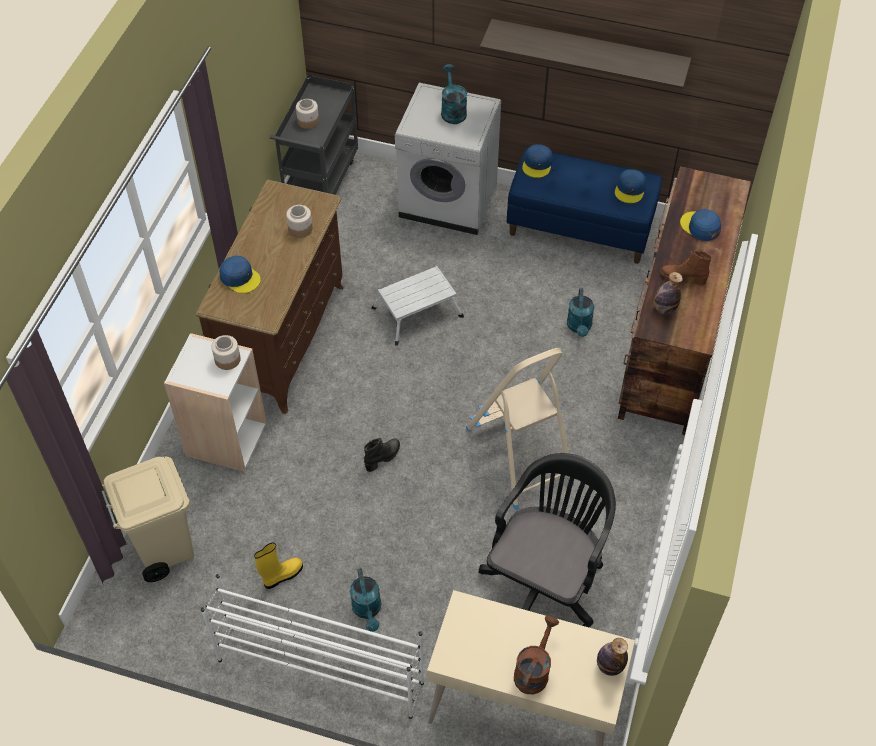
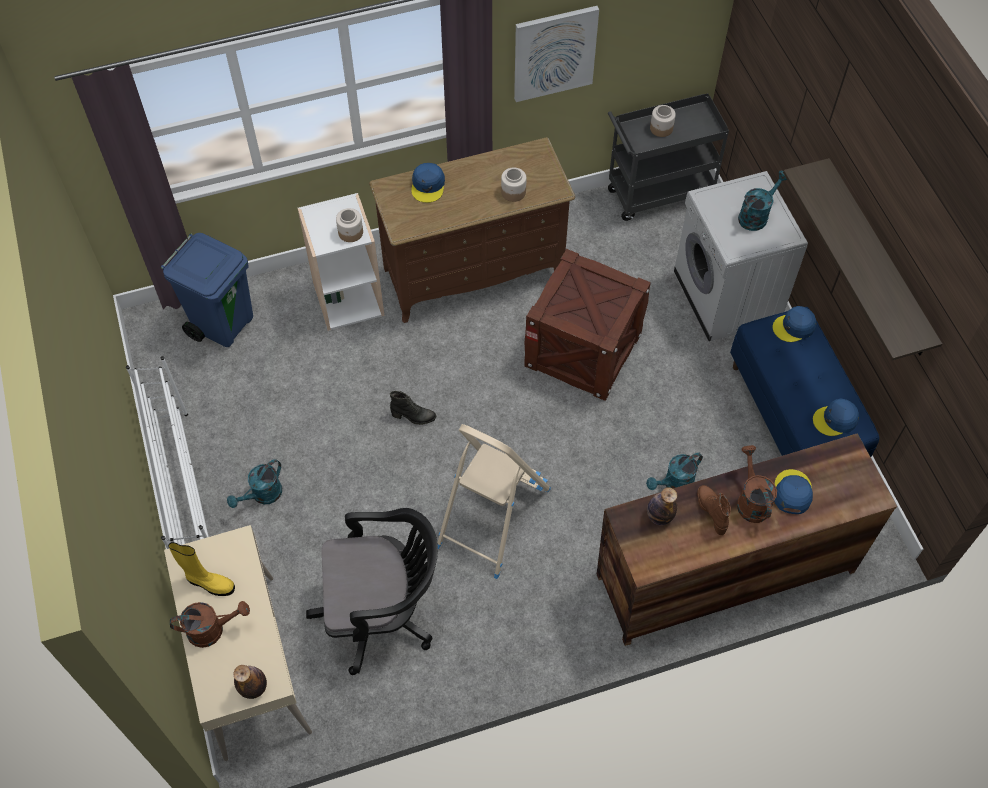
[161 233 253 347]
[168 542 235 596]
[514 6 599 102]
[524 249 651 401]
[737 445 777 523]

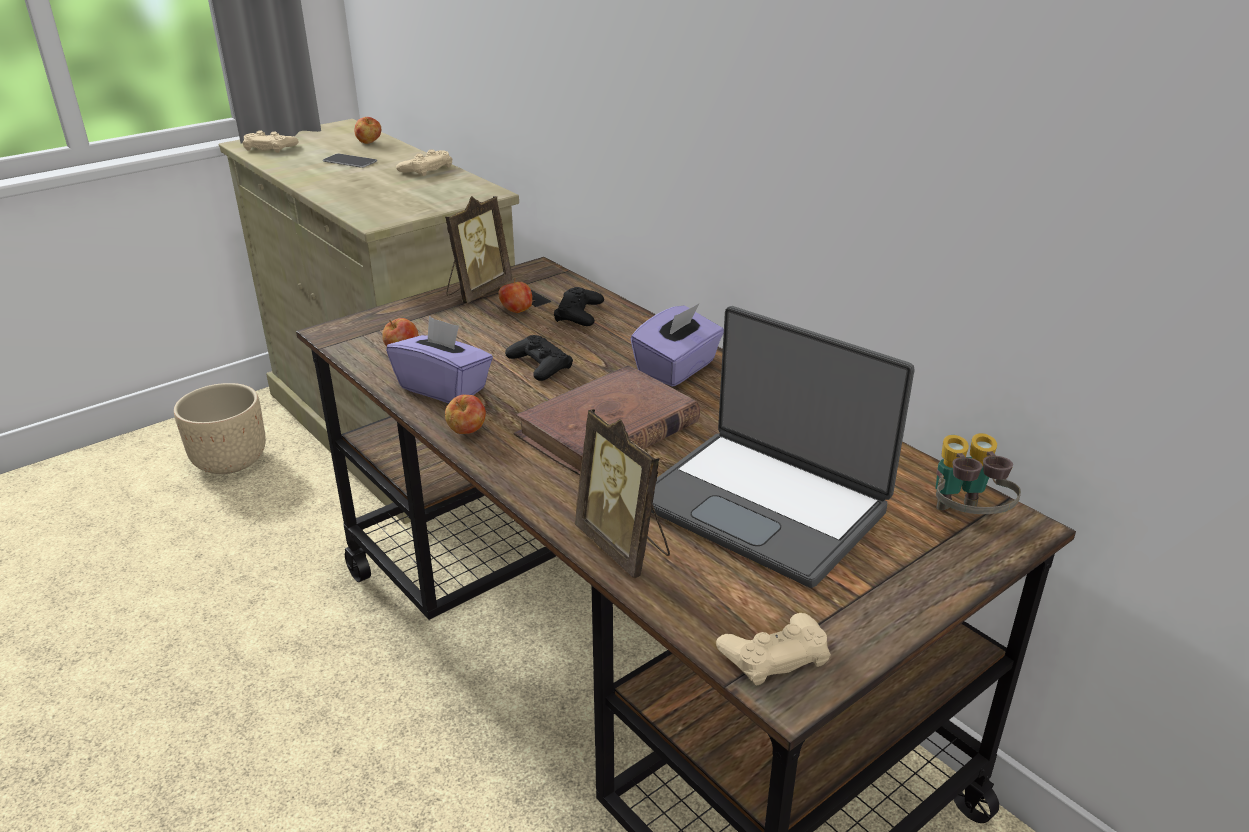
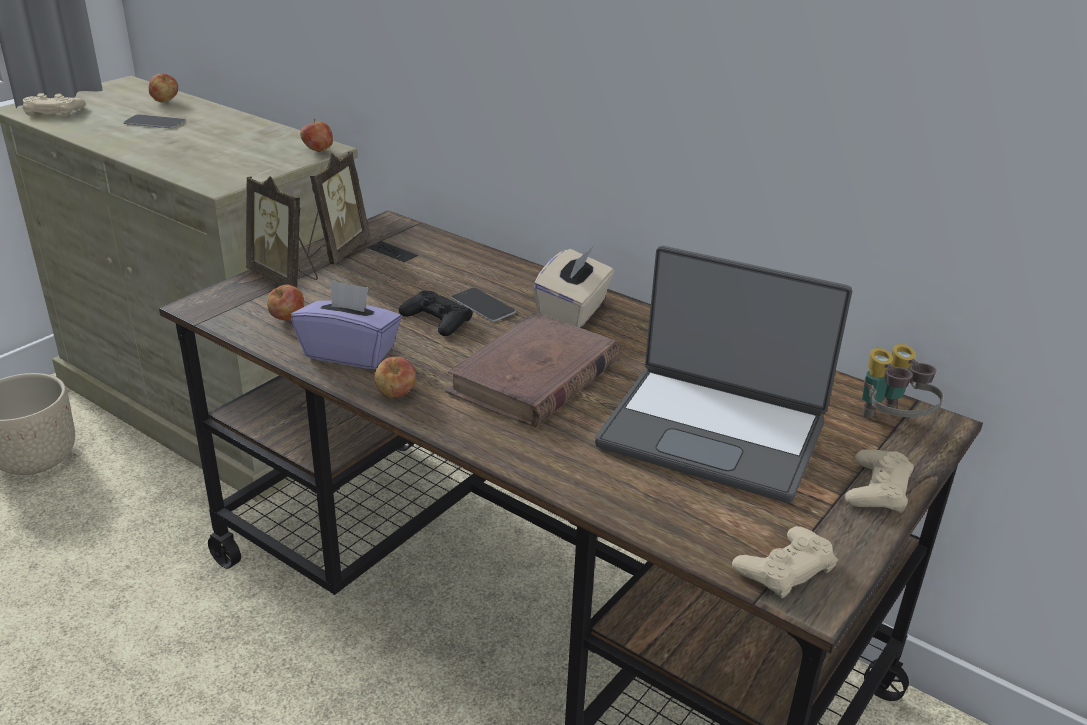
[246 176 318 288]
[300 119 333 152]
[451 288 516 322]
[533 247 614 328]
[845 449 914 513]
[554 287 604 326] (first image)

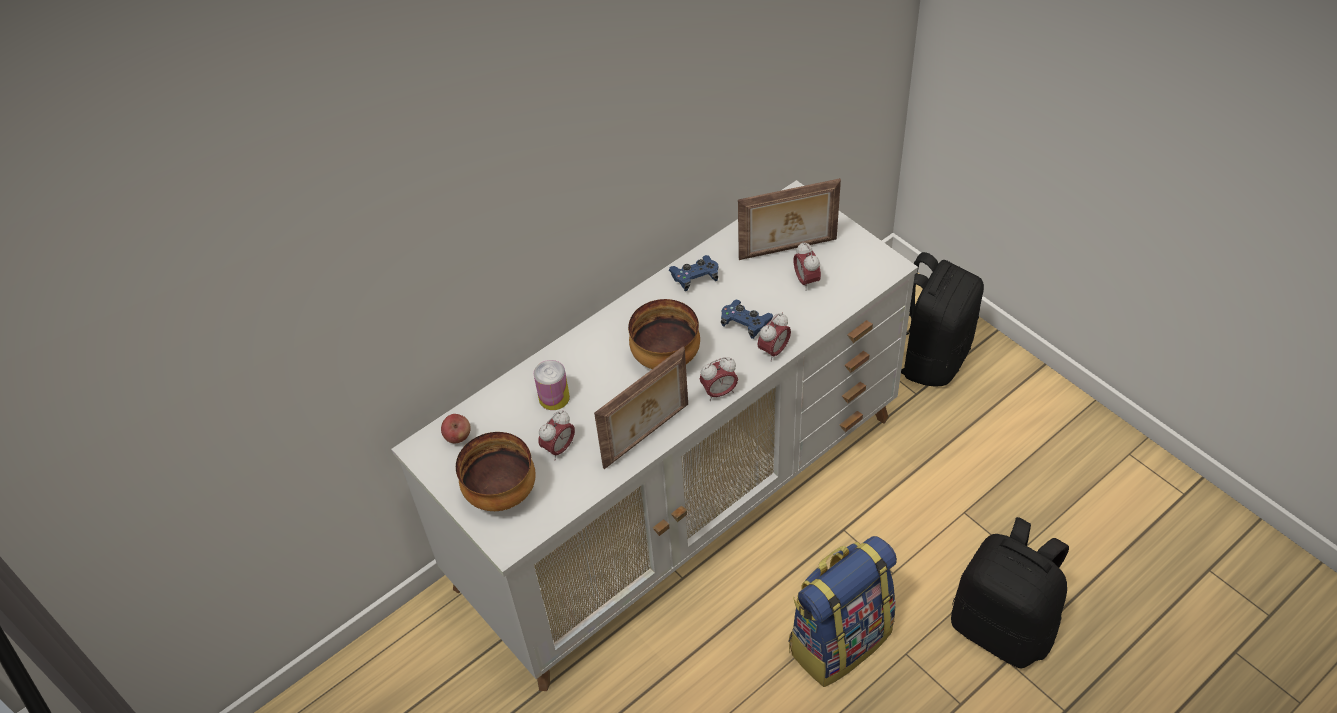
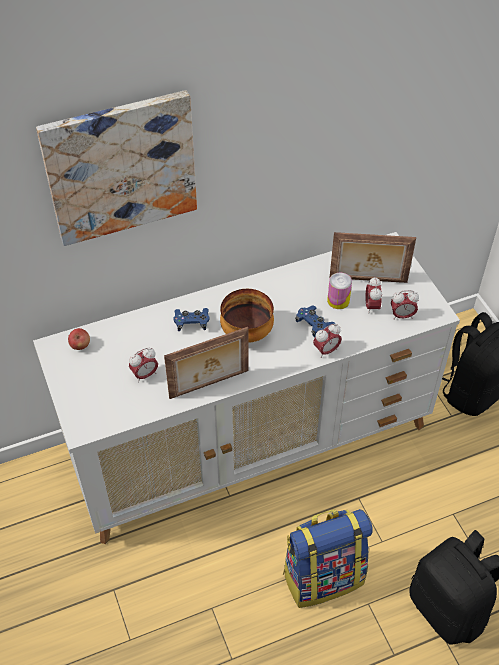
[36 90 197 246]
[174 308 209 331]
[327 273 352 309]
[391 290 419 320]
[456 432 535 511] (first image)

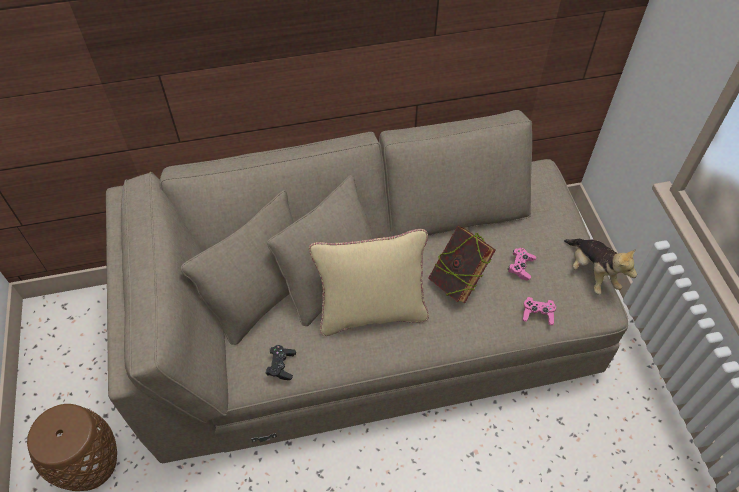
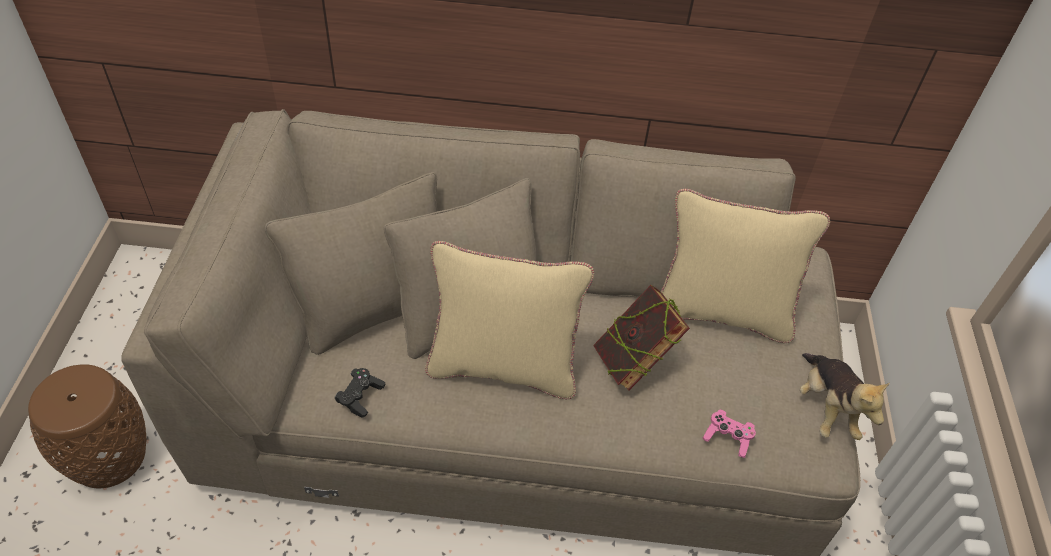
[661 189 830 343]
[508 248 536 281] (first image)

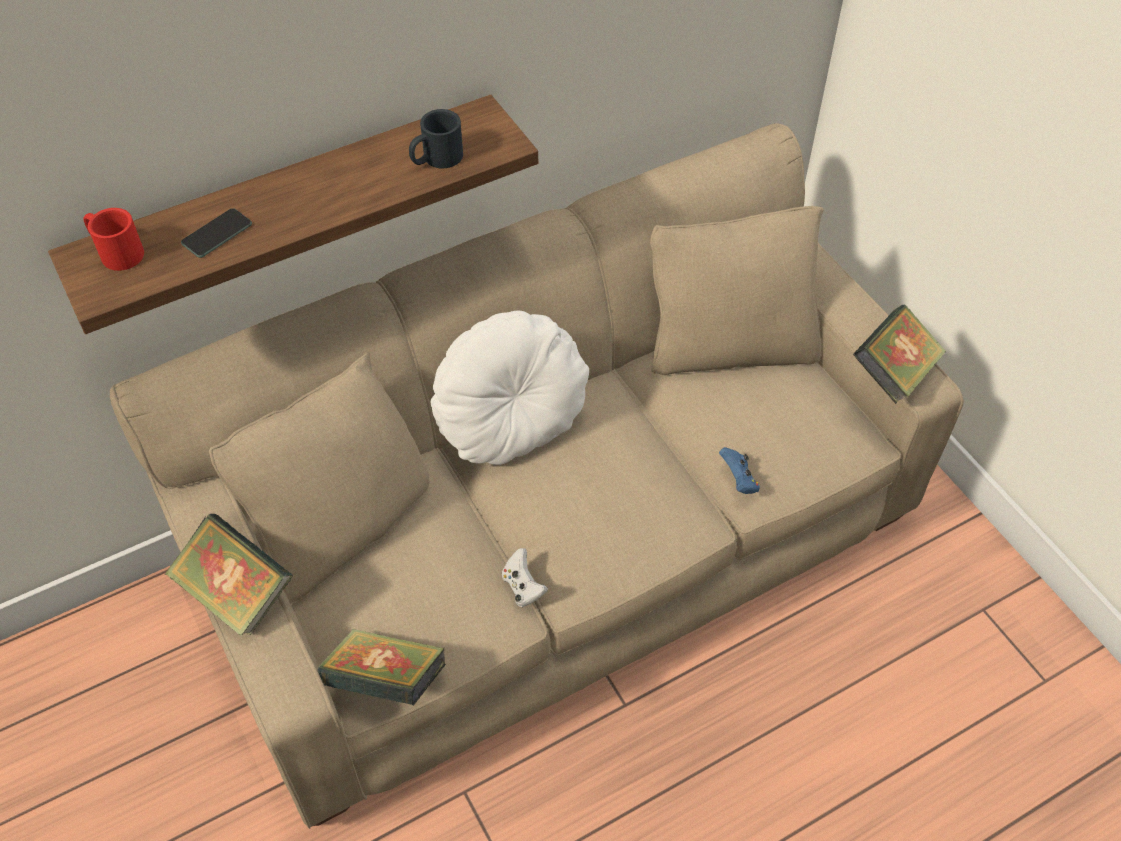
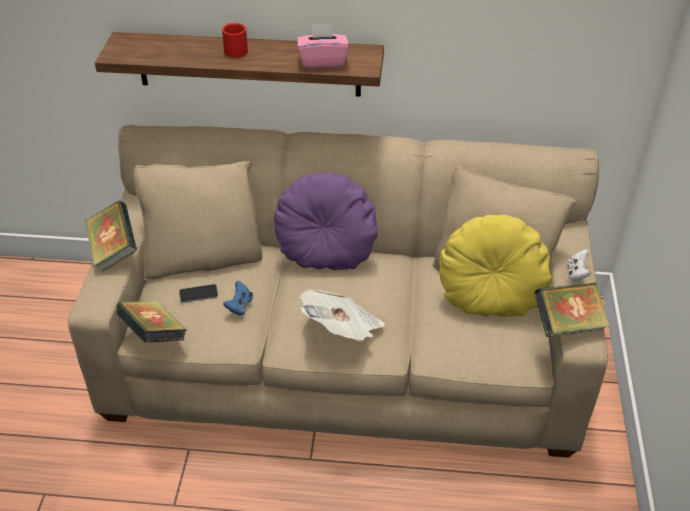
[179 284 218 303]
[222 23 248 58]
[223 281 253 316]
[274 172 377 270]
[297 24 349 68]
[300 289 385 341]
[439 215 552 317]
[567 249 591 281]

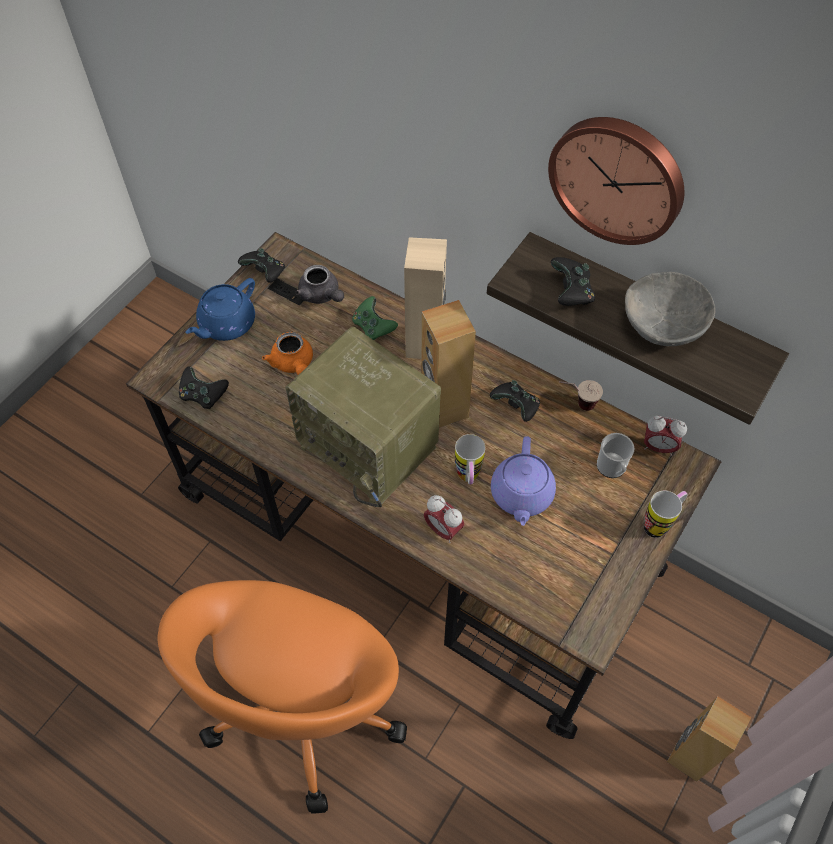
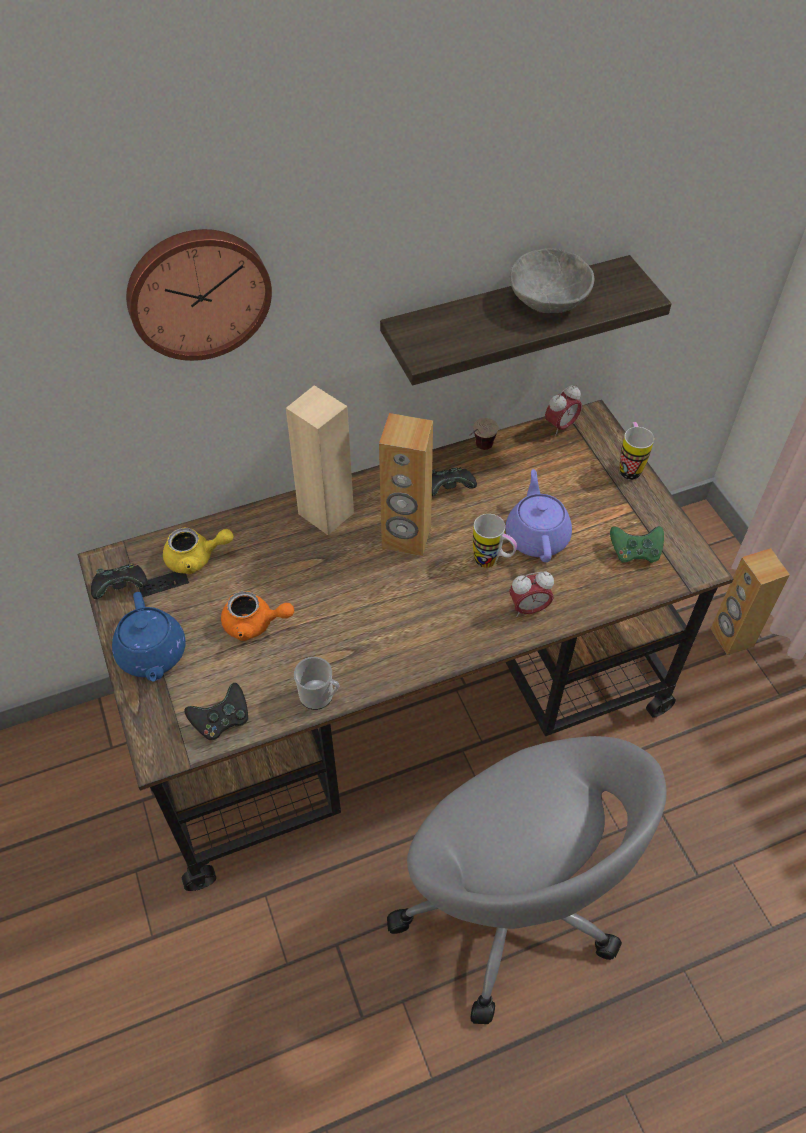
[126 229 272 361]
[163 528 234 574]
[294 657 339 710]
[387 736 667 1024]
[505 469 572 562]
[610 526 664 563]
[285 327 441 507] (first image)
[551 257 595 306] (first image)

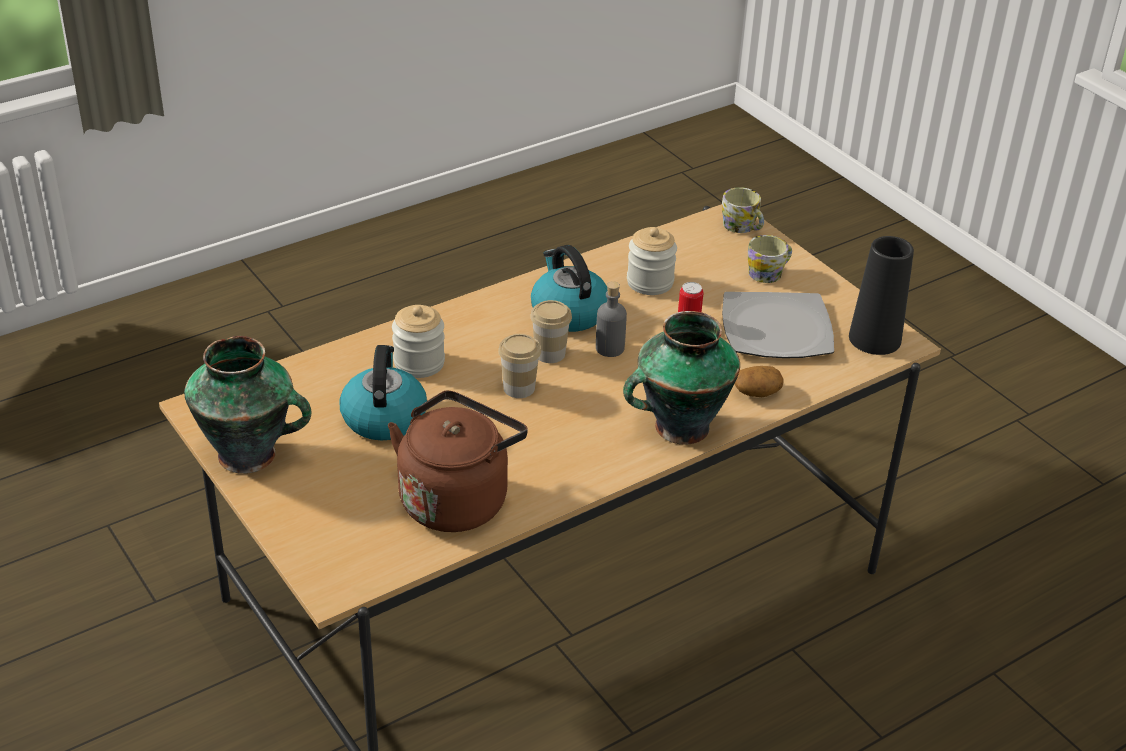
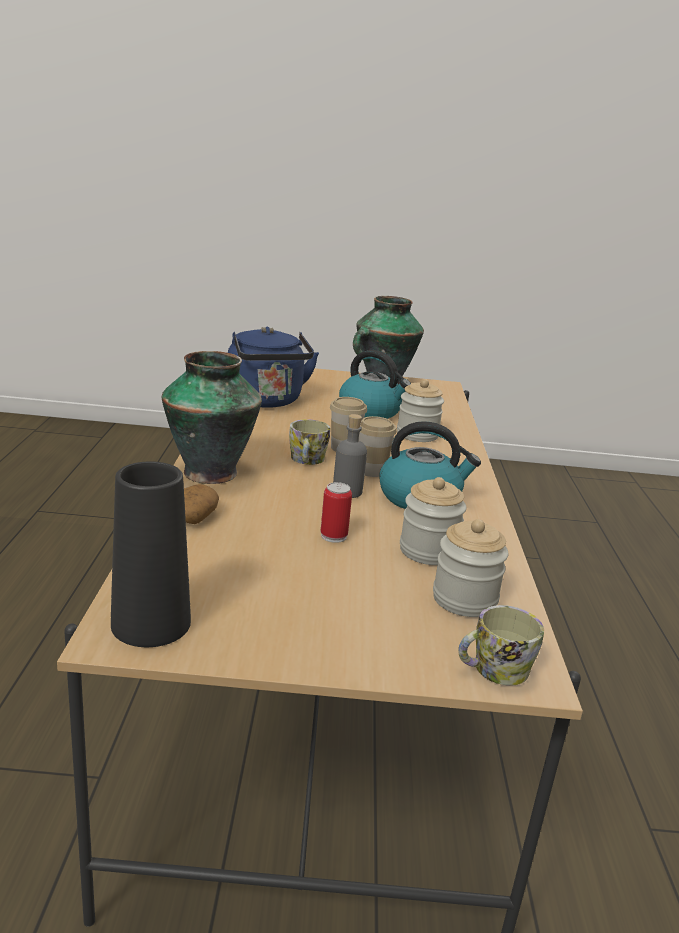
[228 327 319 408]
[289 419 330 465]
[433 519 508 617]
[722 292 834 358] (first image)

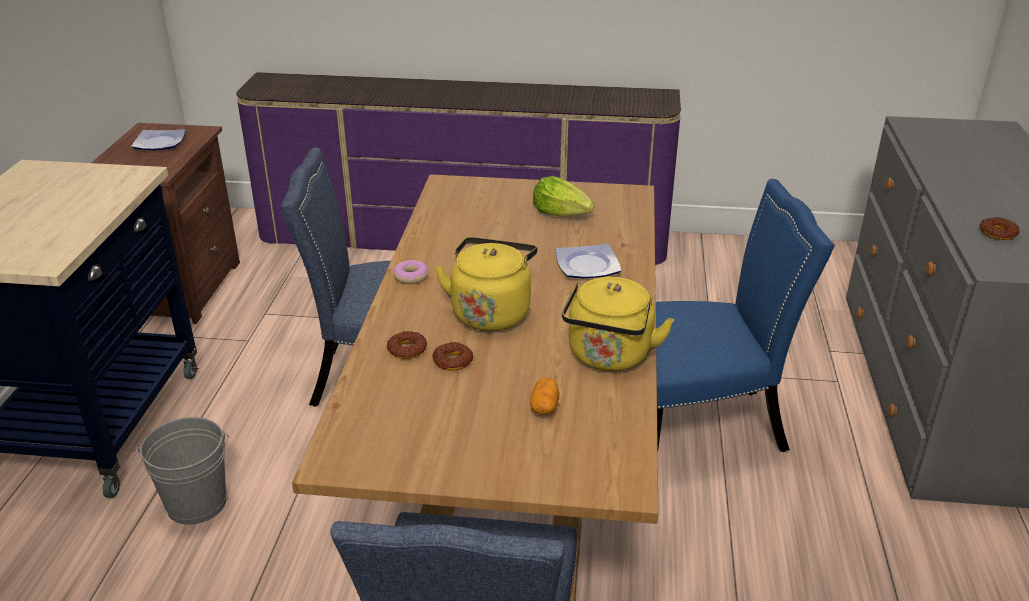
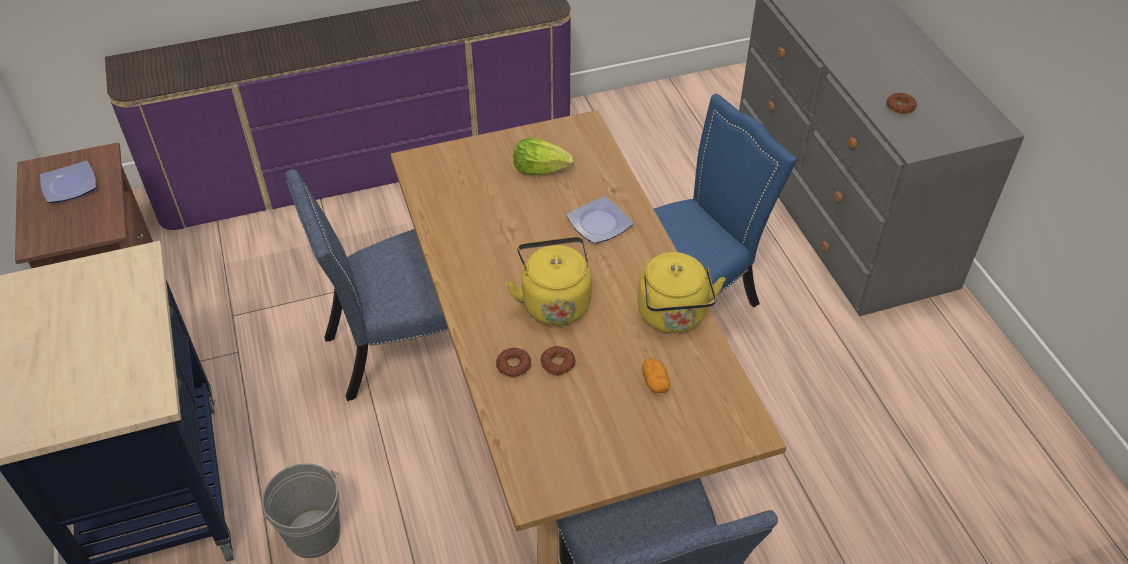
[393 260 429 284] (first image)

